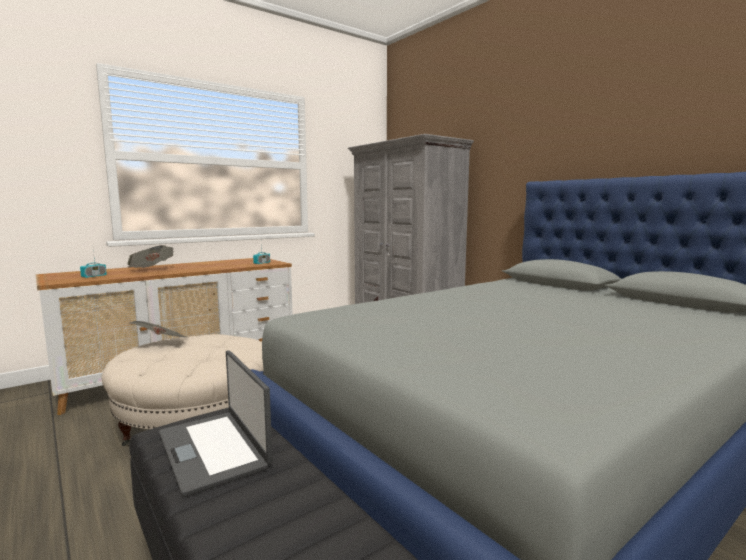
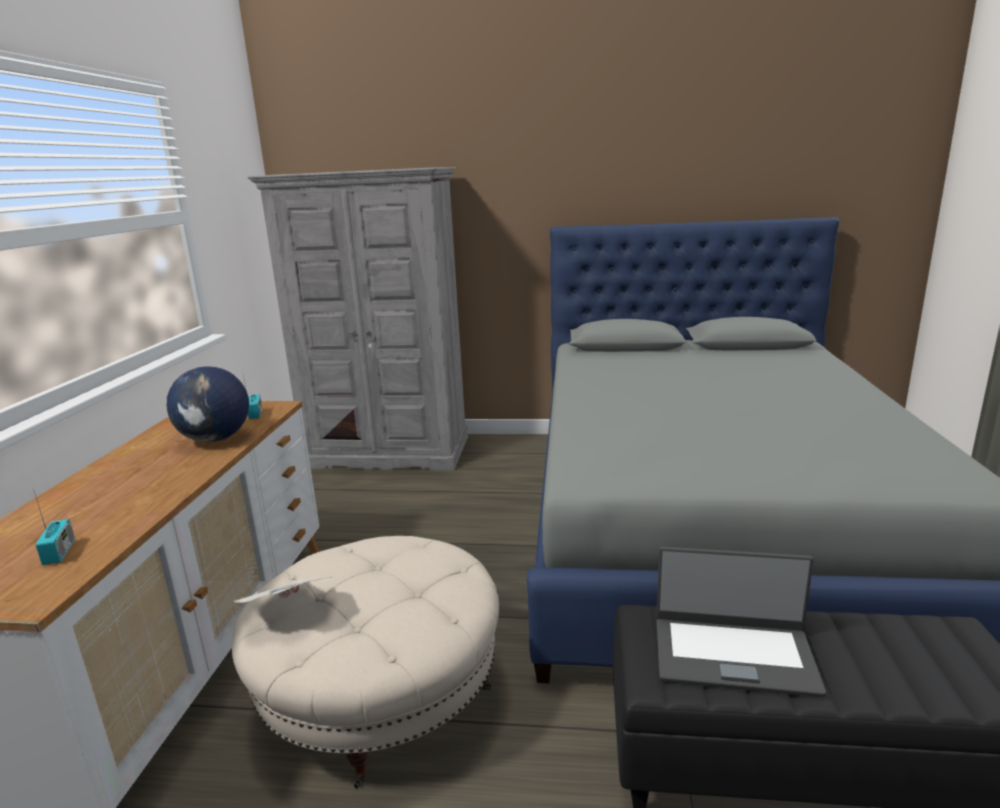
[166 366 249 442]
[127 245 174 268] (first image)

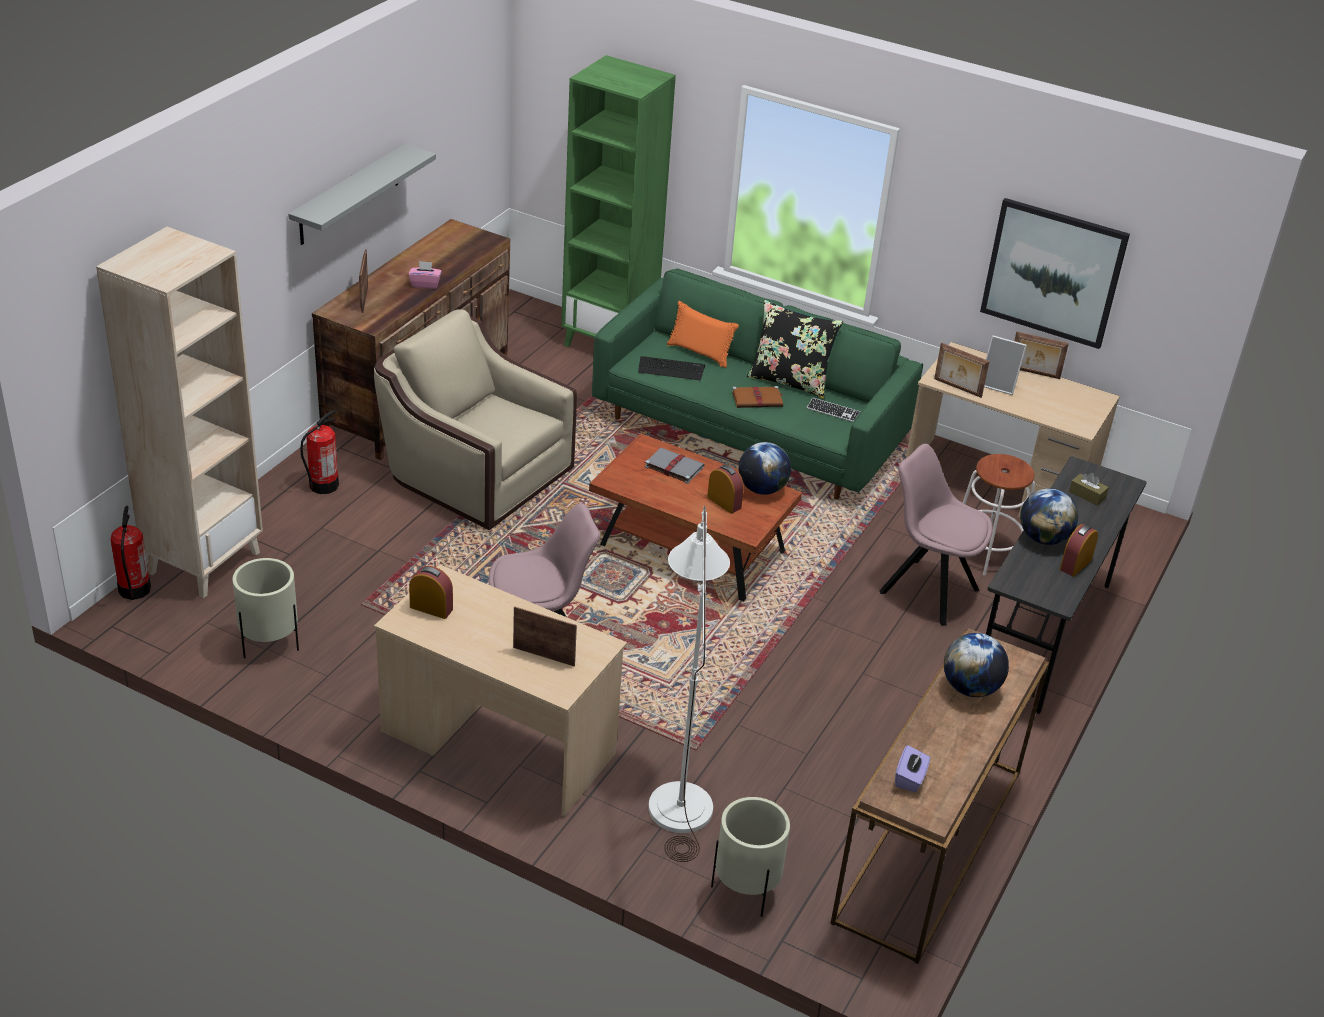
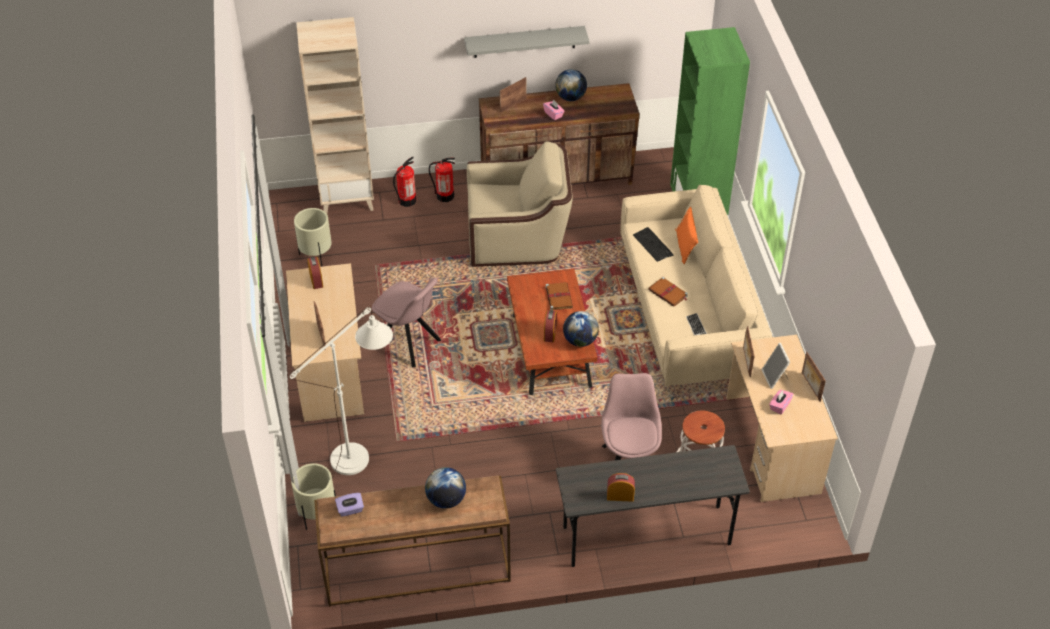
[393 157 416 207]
[467 141 573 267]
[545 282 573 311]
[555 69 587 101]
[620 185 773 386]
[769 390 794 414]
[747 300 843 399] (first image)
[980 198 1130 349] (first image)
[1069 473 1109 506] (first image)

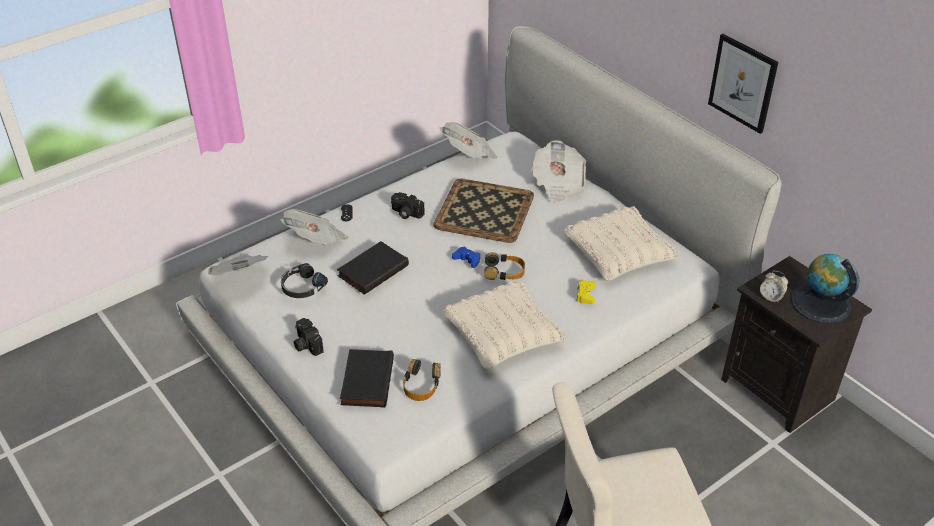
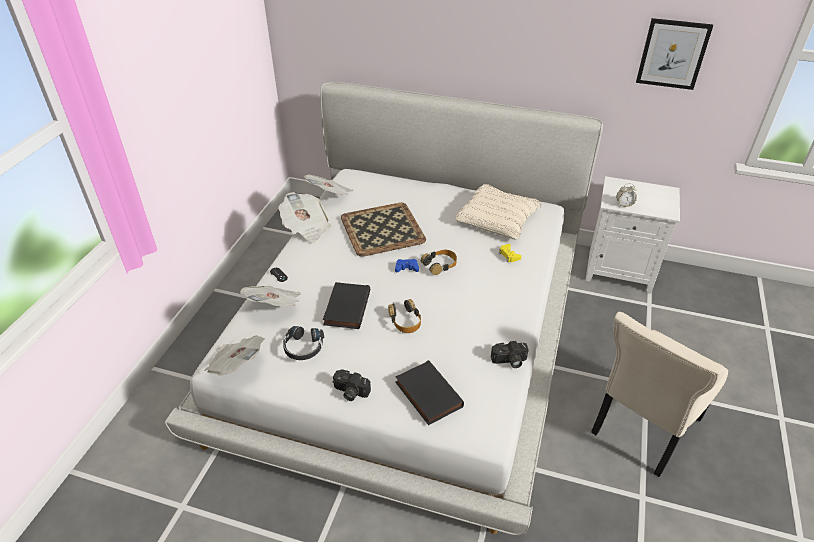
[278 192 331 243]
[388 299 421 333]
[491 341 529 368]
[585 176 680 294]
[636 18 713 90]
[443 281 566 369] (first image)
[791 254 860 324] (first image)

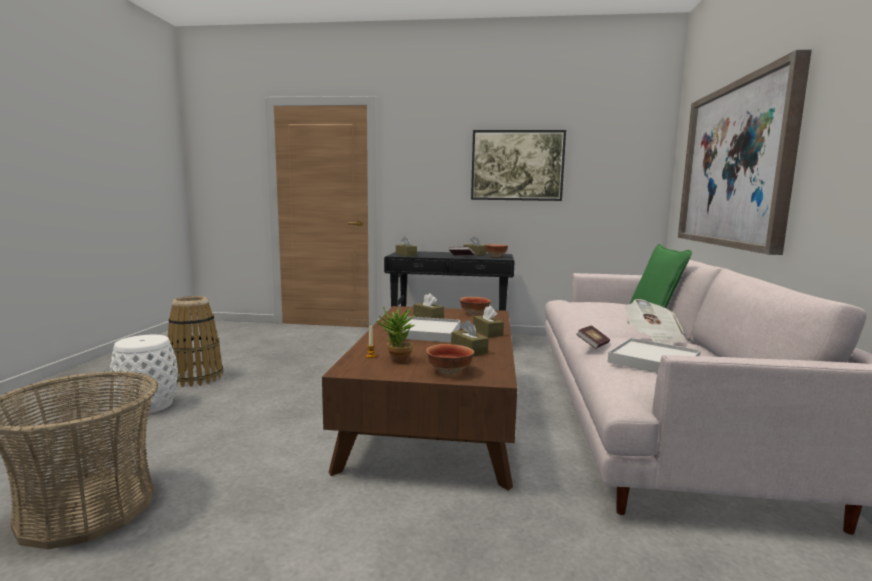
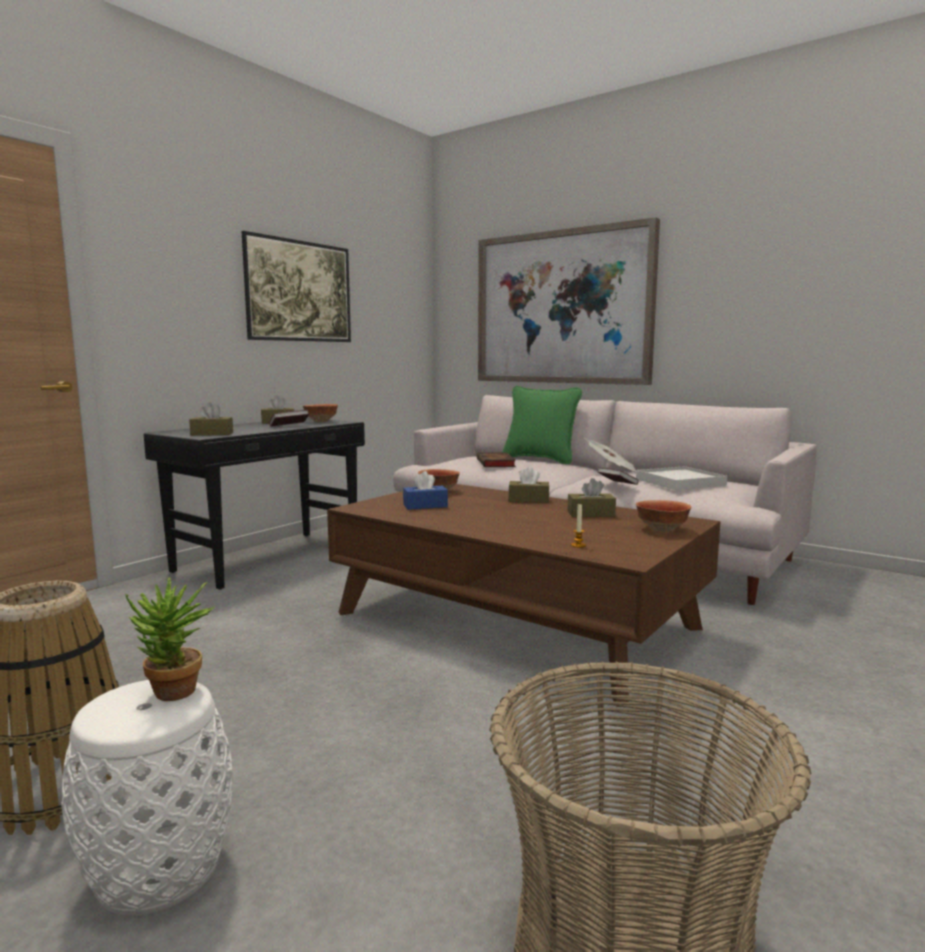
[125 577 215 701]
[403 471 448 510]
[477 452 516 467]
[402 316 460 343] (first image)

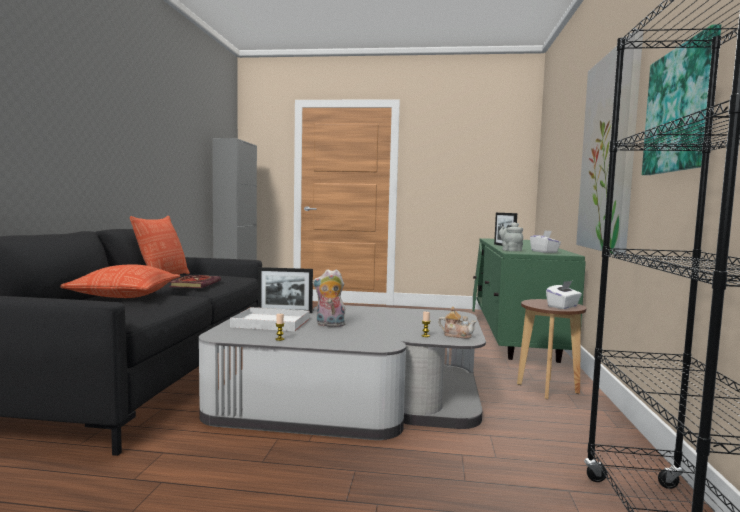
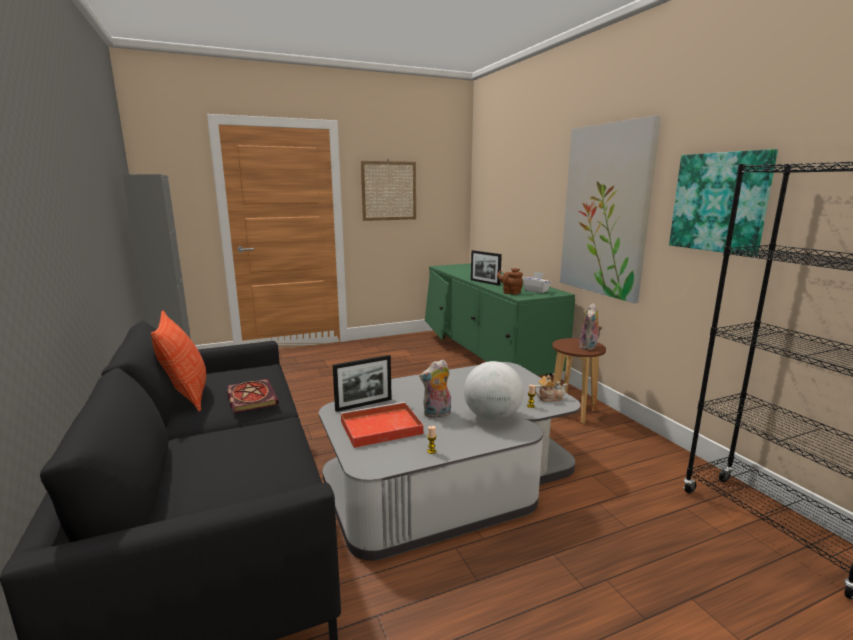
[341 402 424 448]
[361 159 416 221]
[464 361 524 421]
[497 268 523 295]
[579 303 602 350]
[60 264 180 298] (first image)

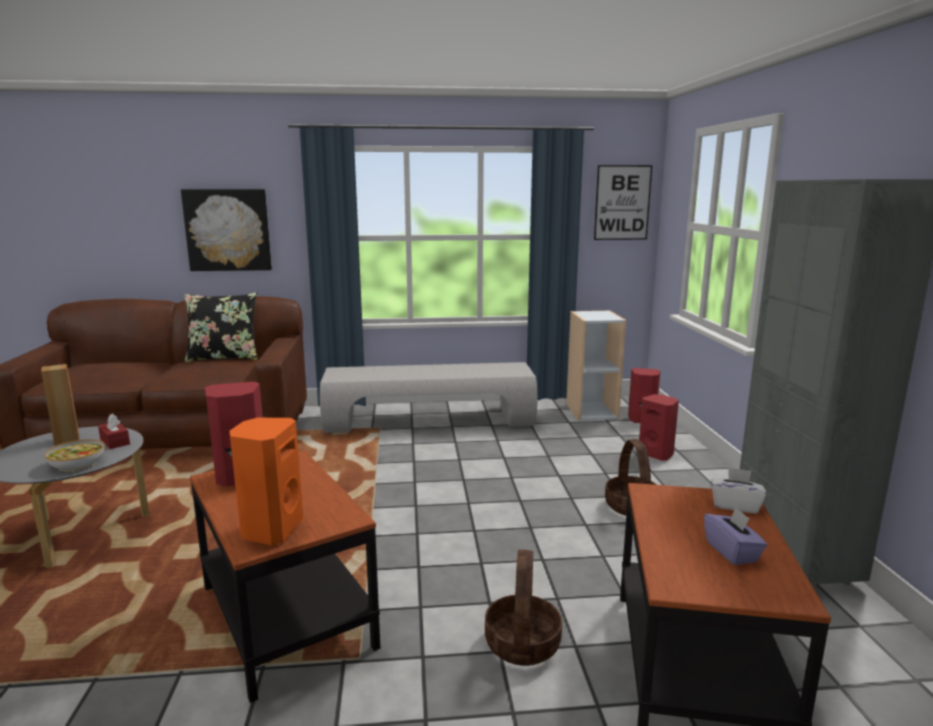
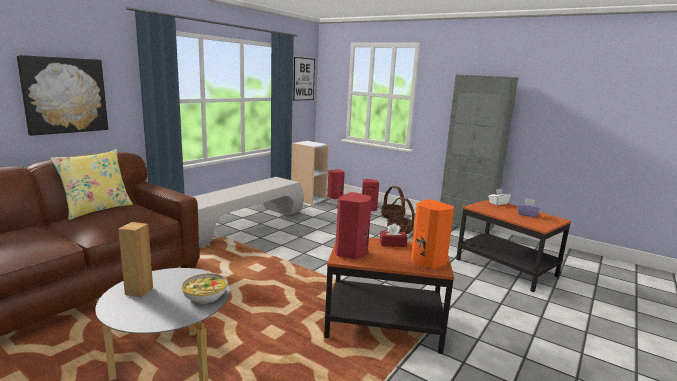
[50 149 133 220]
[380 223 408 247]
[381 186 406 219]

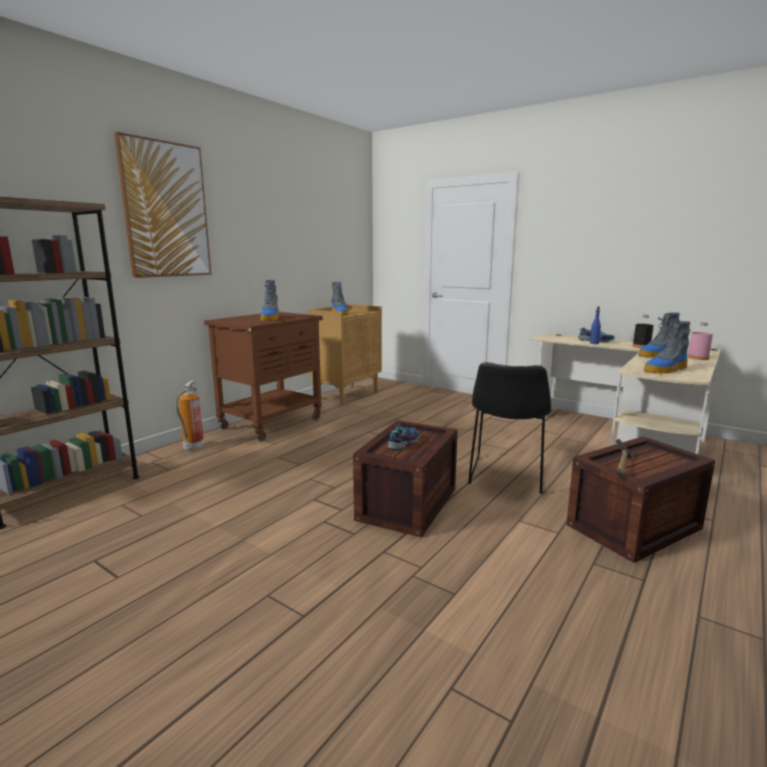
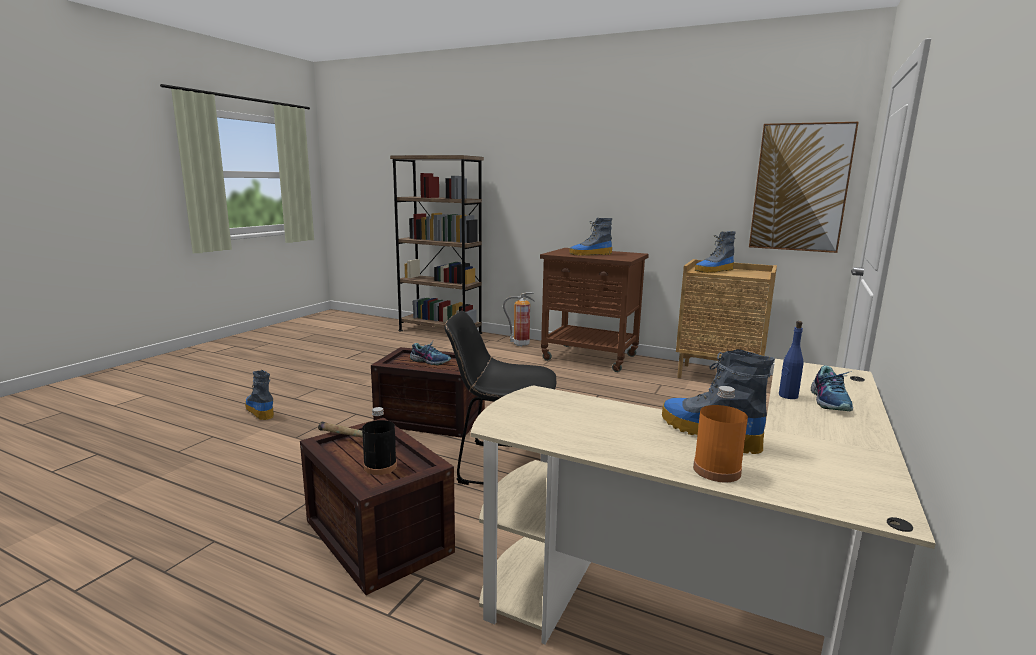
[245 370 274 420]
[362 407 397 475]
[693 386 748 482]
[749 122 859 253]

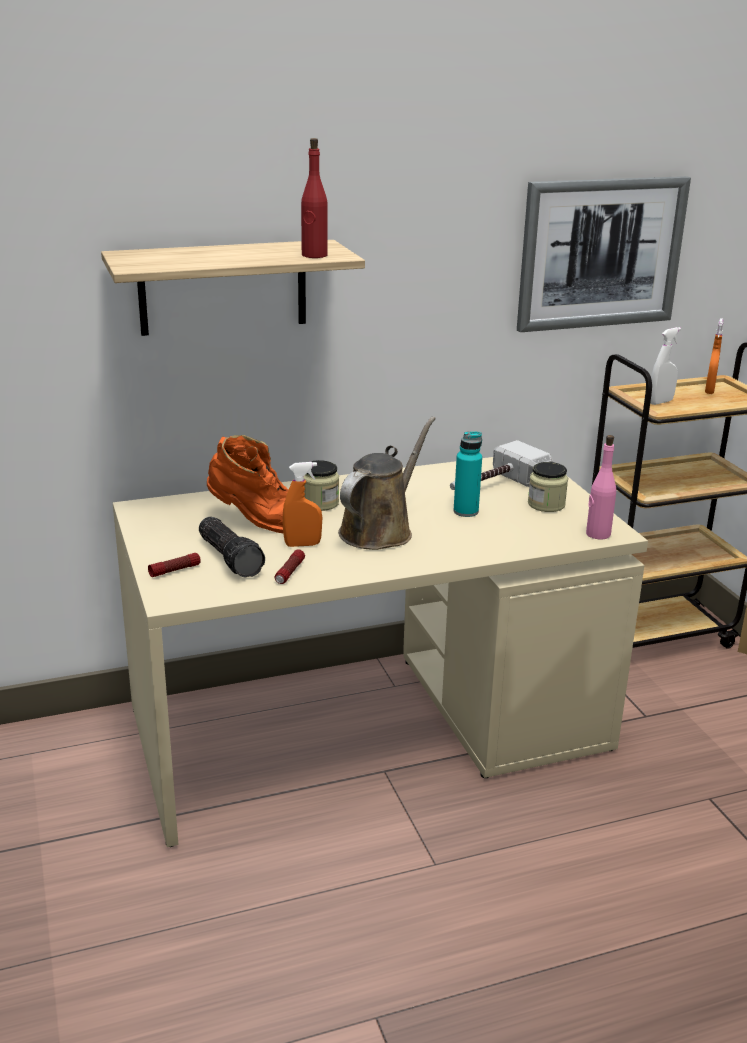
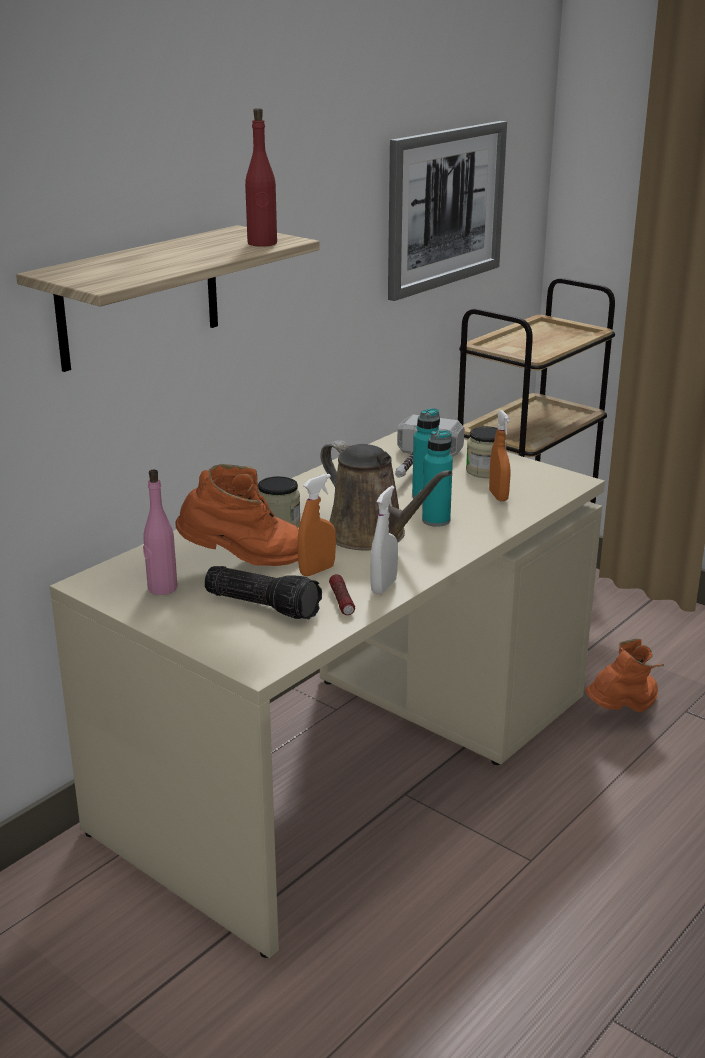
[143 470 177 595]
[320 440 452 550]
[371 486 398 594]
[422 430 453 527]
[489 410 510 501]
[585 638 664 712]
[148 553 201 577] (first image)

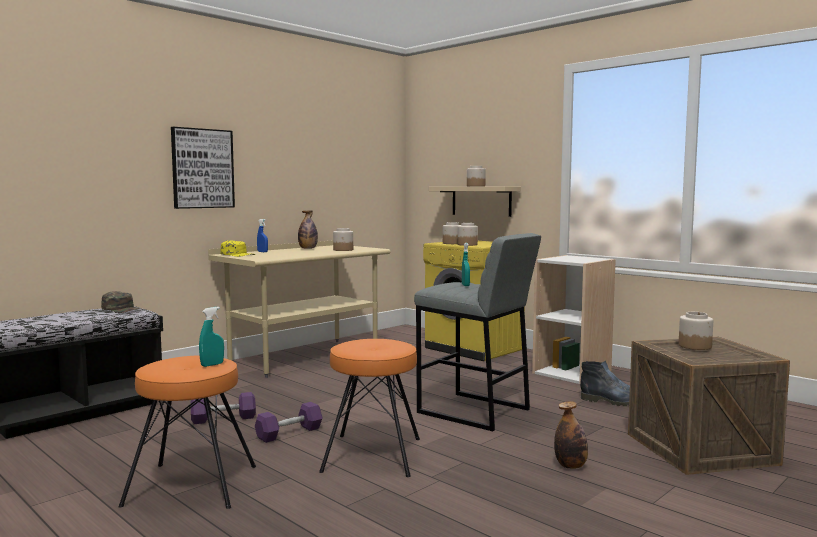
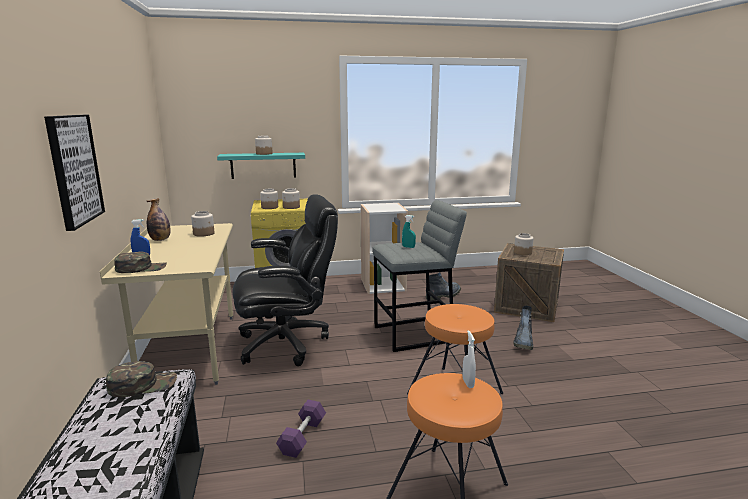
[114 251 167 273]
[217 153 305 179]
[232 194 338 366]
[462 330 476 388]
[513 306 533 350]
[255 402 322 443] (first image)

